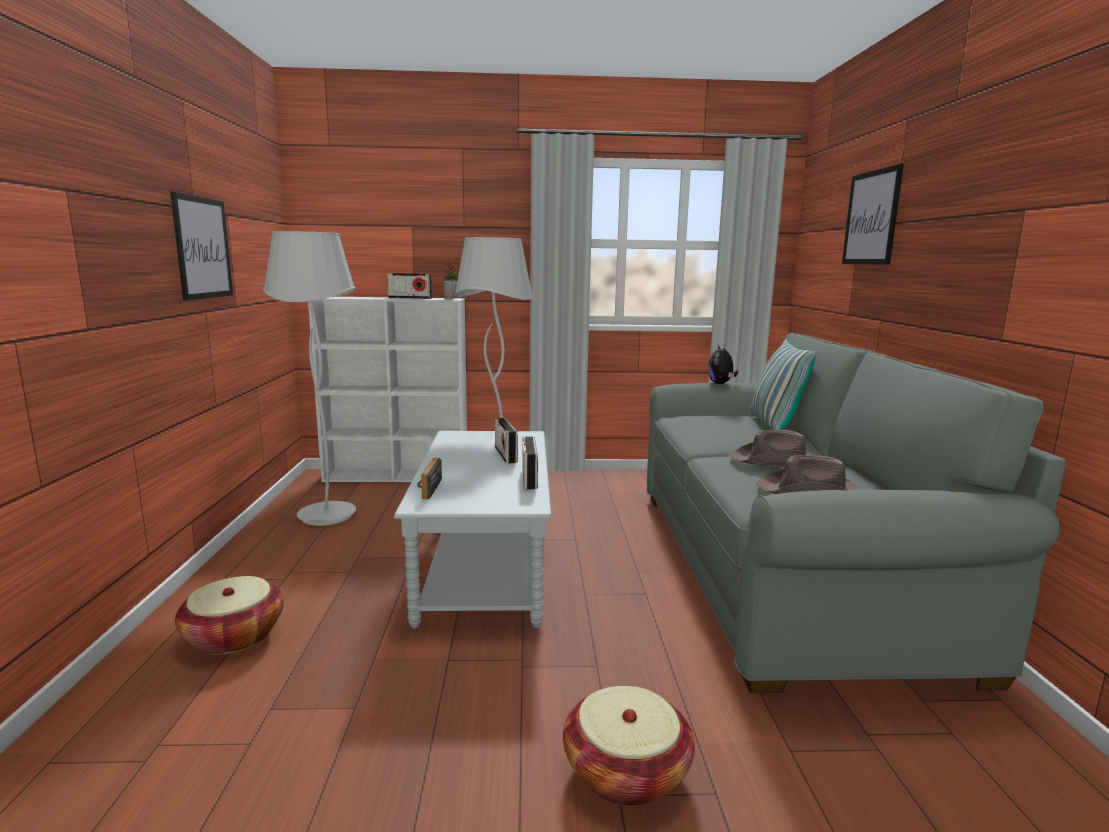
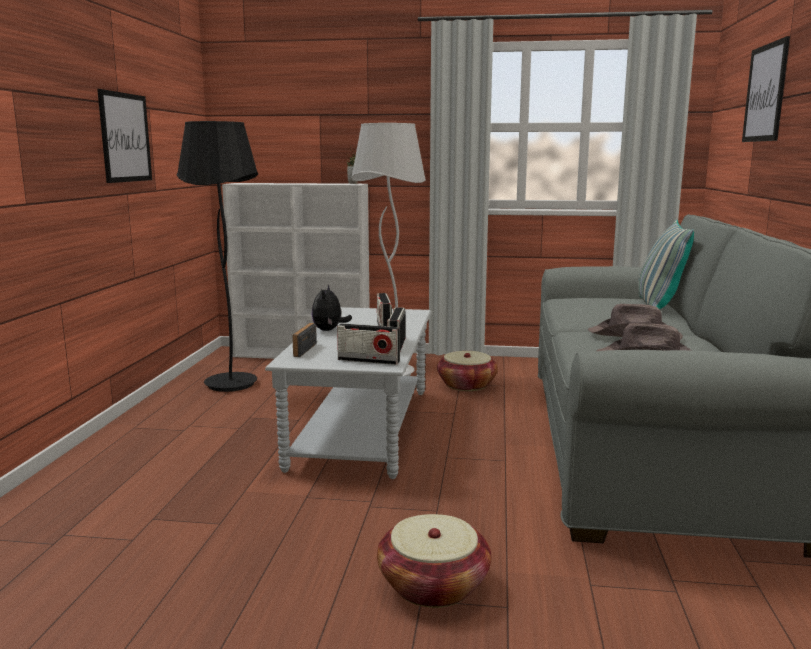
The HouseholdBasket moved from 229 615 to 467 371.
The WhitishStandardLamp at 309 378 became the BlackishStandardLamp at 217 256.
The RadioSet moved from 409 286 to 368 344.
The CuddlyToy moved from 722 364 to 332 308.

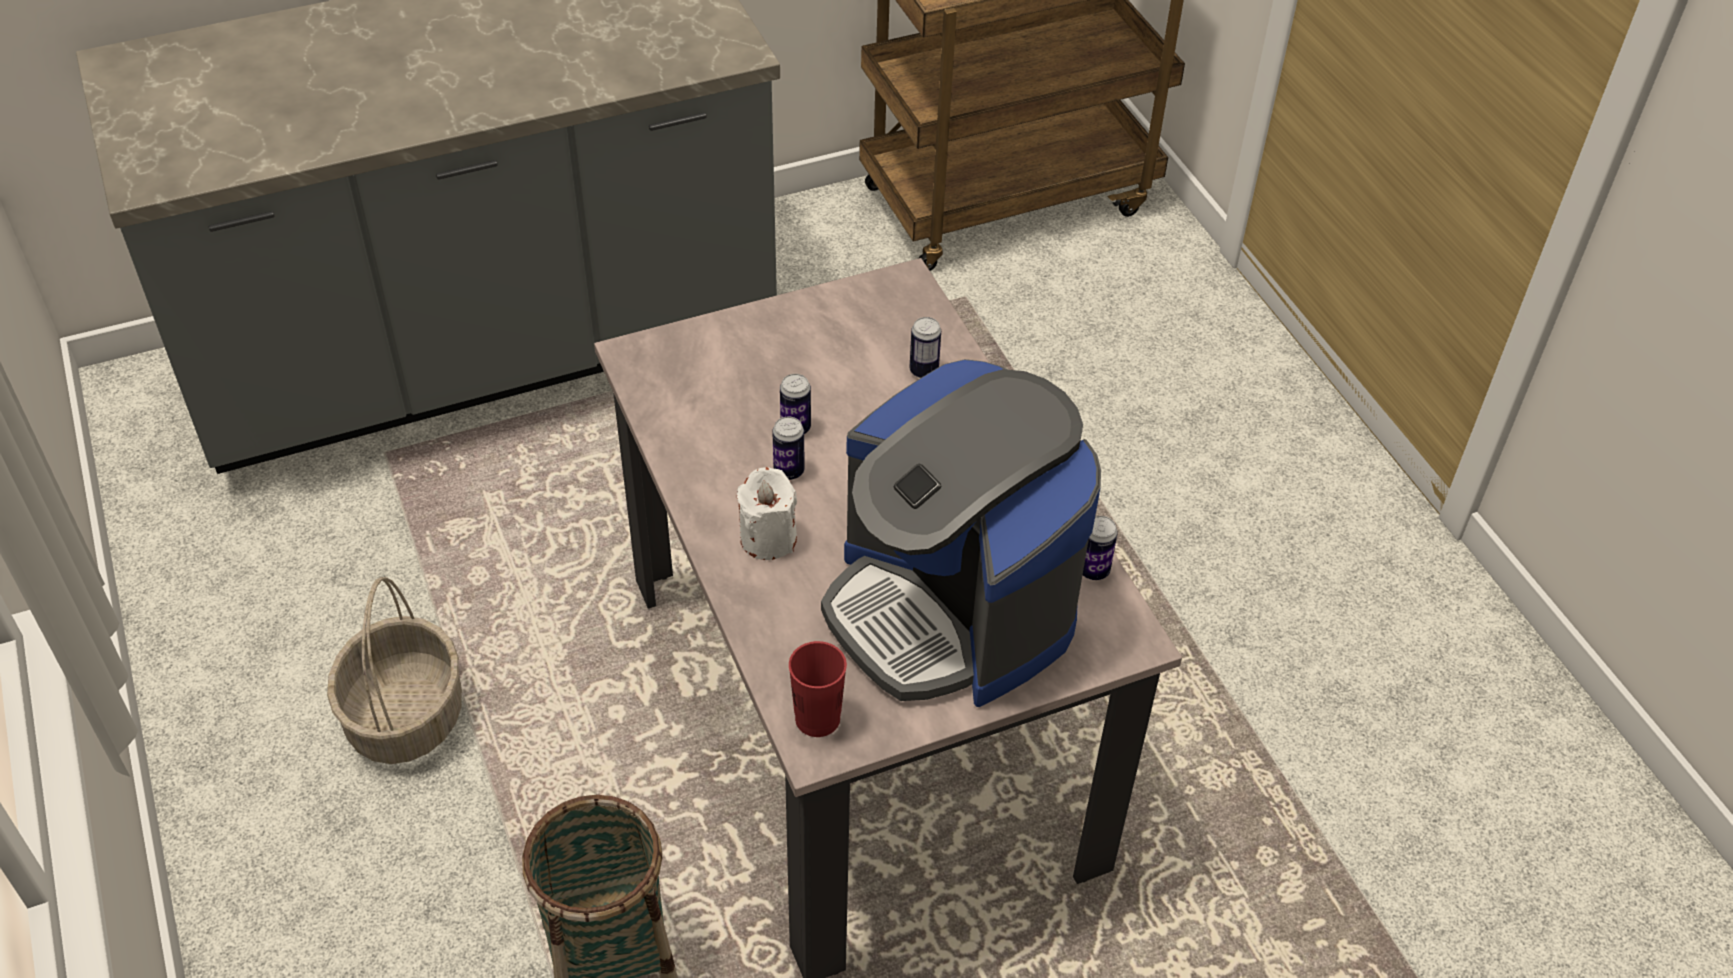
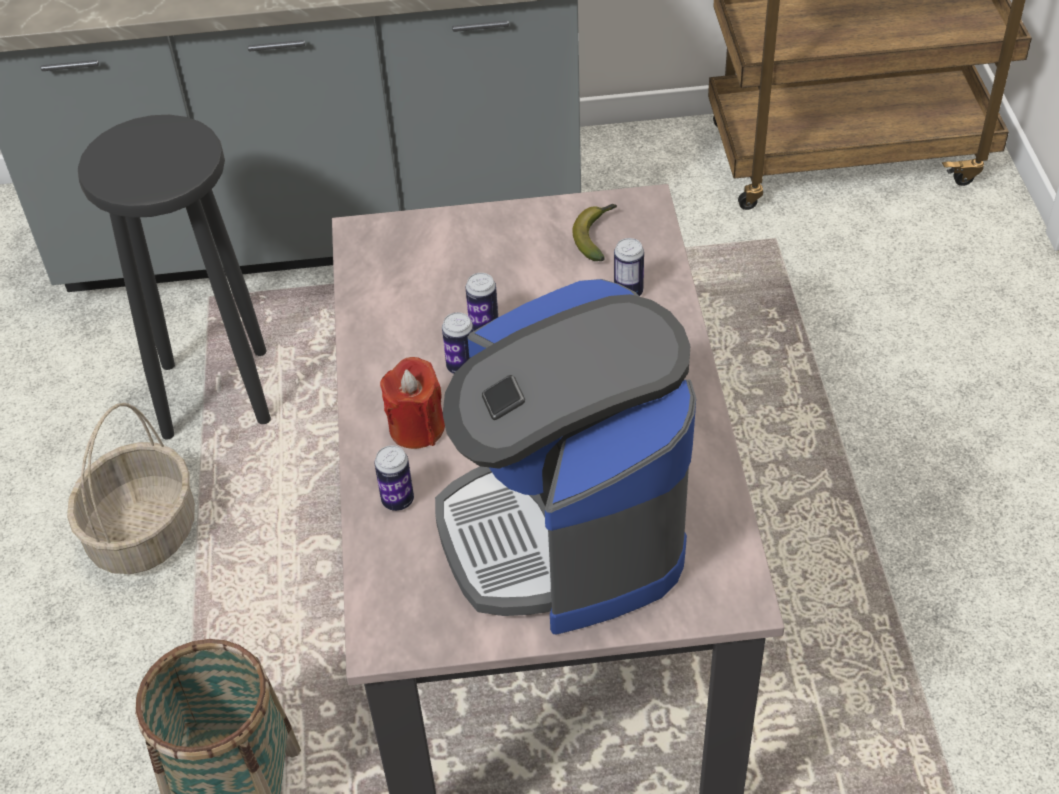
The WhitishCandle at 767 513 became the RedColouredCandle at 412 403.
The RedColouredCup at 818 689 disappeared.
The SealedCan moved from 1100 548 to 394 478.
The BlackishStool at 174 277 appeared.
The WholeBanana at 594 232 appeared.

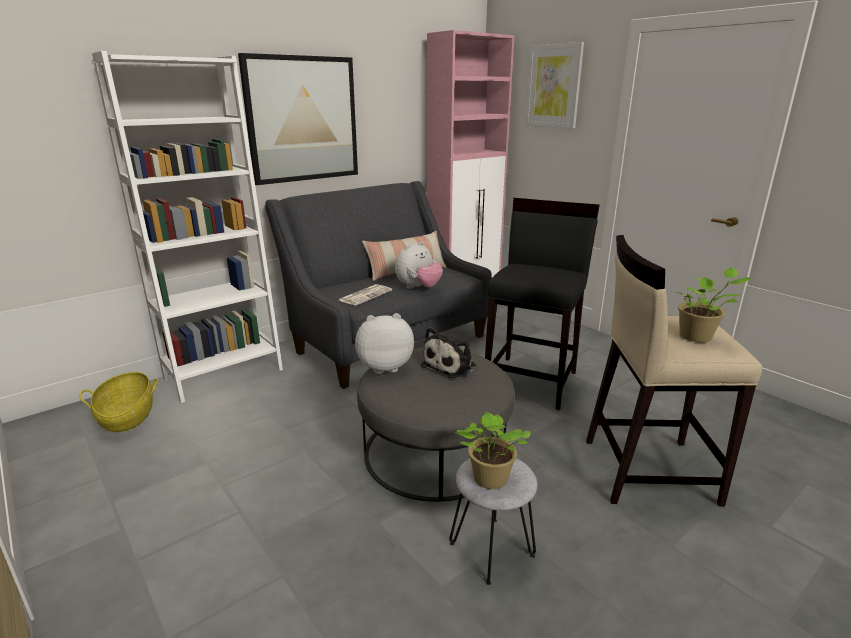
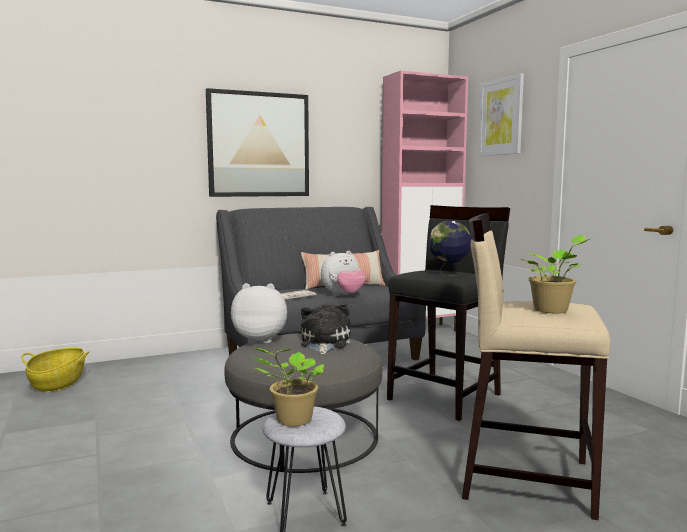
The WhitishBookshelf at 187 227 disappeared.
The CuddlyToy at 448 352 turned 135 degrees clockwise.
The WorldGlobe at 449 248 appeared.

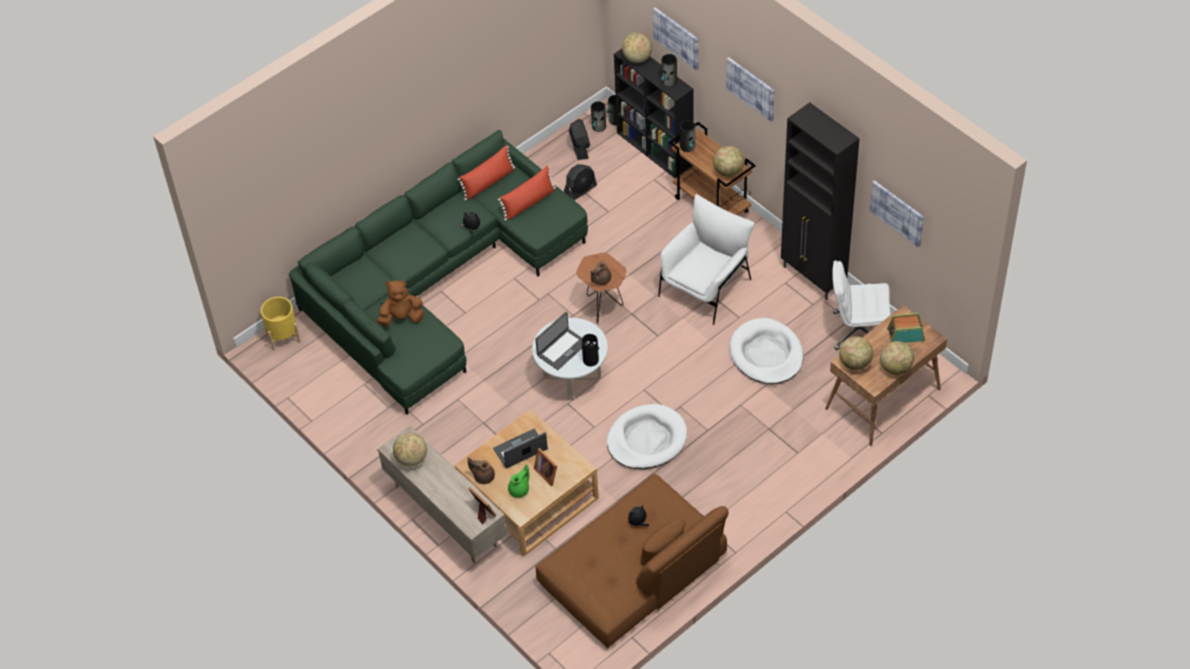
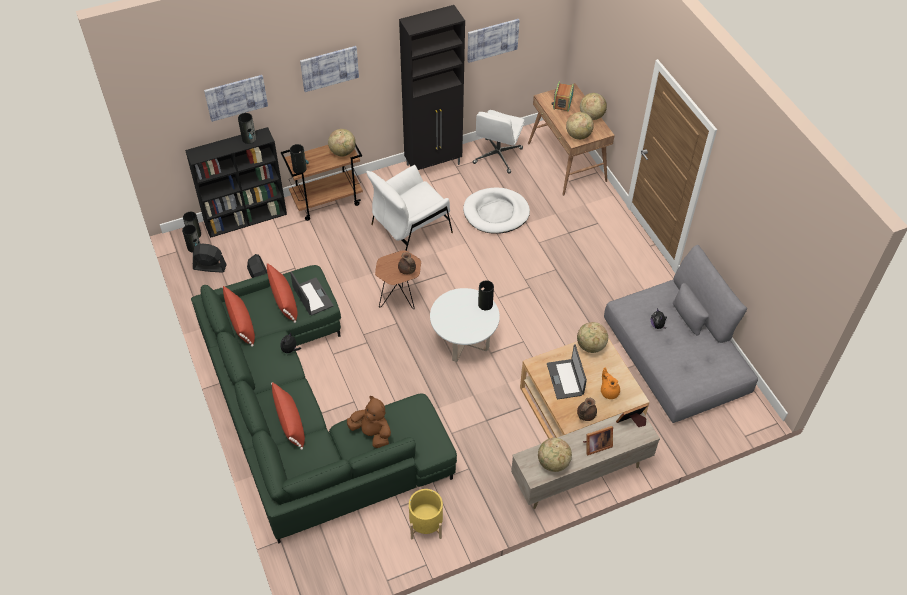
The YellowishPlantPot moved from 281 324 to 426 514.
The BrownColouredCuddlyToy at 400 303 turned 120 degrees clockwise.
The GreenPotForTea at 518 481 became the OrangeColouredPotForTea at 610 383.
The PhotoFrame moved from 545 467 to 598 440.
The PortableComputer moved from 561 341 to 312 293.
The BrownColouredSettee at 632 561 became the GraySettee at 681 334.
The WhitishDogBed at 647 436 disappeared.
The WorldGlobe moved from 637 47 to 592 337.
The WhitishEasyChair at 706 259 turned 90 degrees counterclockwise.
The RedColouredCushion at 288 416 appeared.

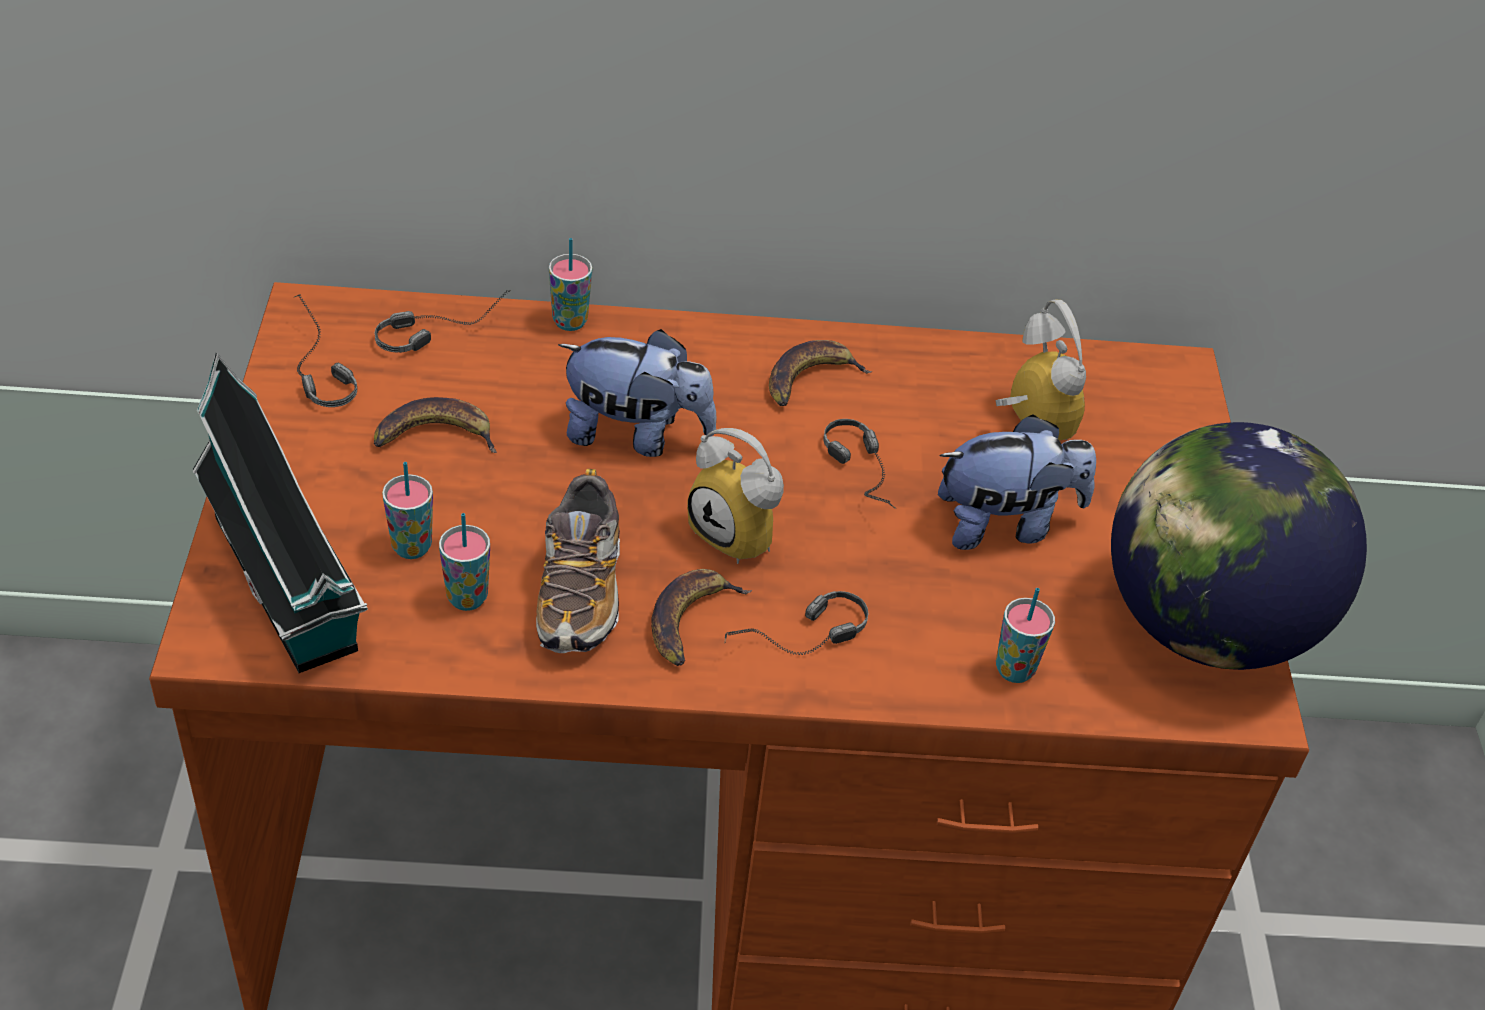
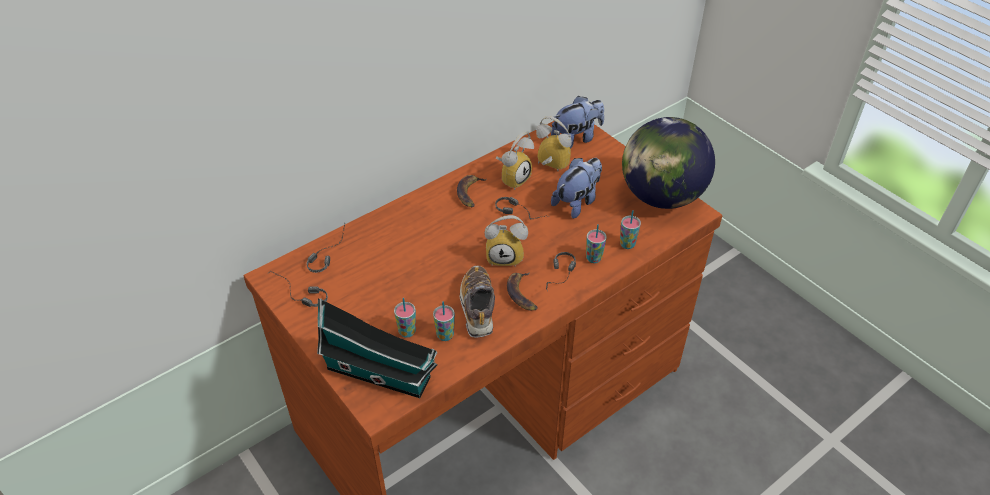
The WholeBanana at 435 425 disappeared.
The LowShoe at 578 561 turned 150 degrees counterclockwise.
The Cup moved from 570 284 to 596 243.
The CuddlyToy moved from 637 393 to 577 122.
The TableClock at 515 161 appeared.

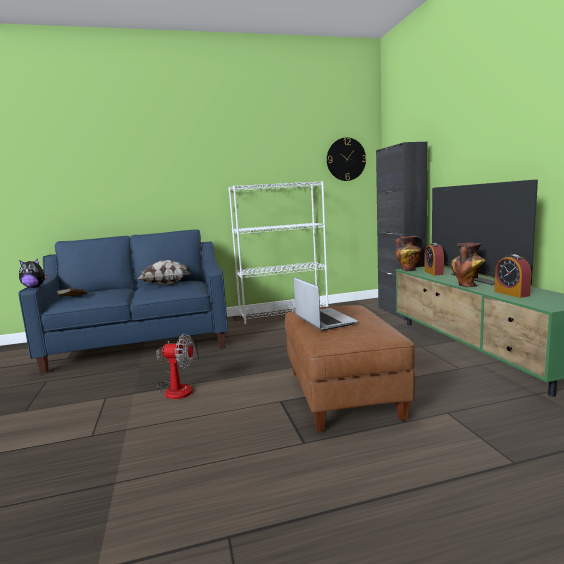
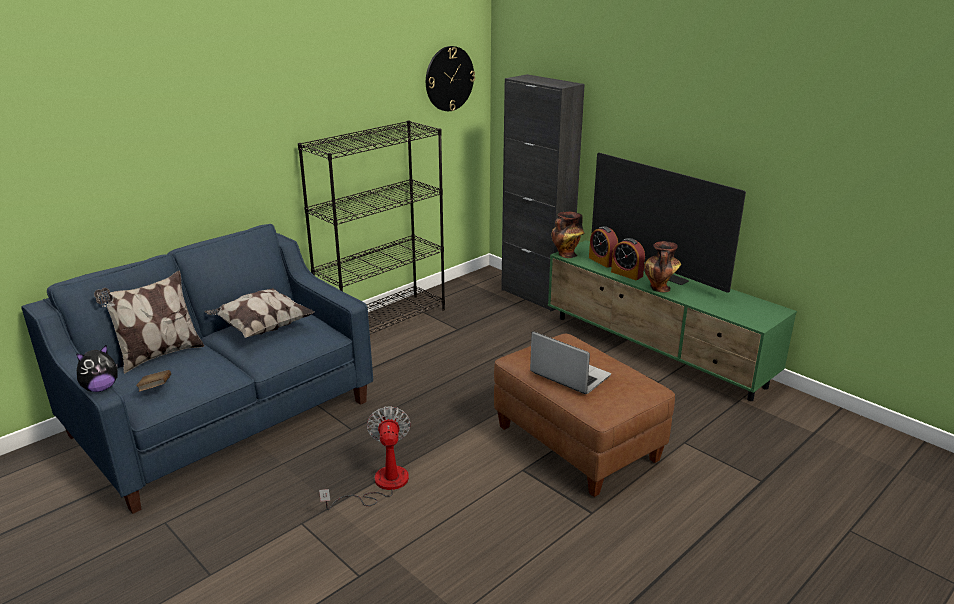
The Fan at 175 366 turned 75 degrees counterclockwise.
The WhitishBookshelf at 278 252 became the BlackishBookshelf at 371 227.
The TableClock moved from 512 276 to 628 259.
The Cushion at 149 322 appeared.

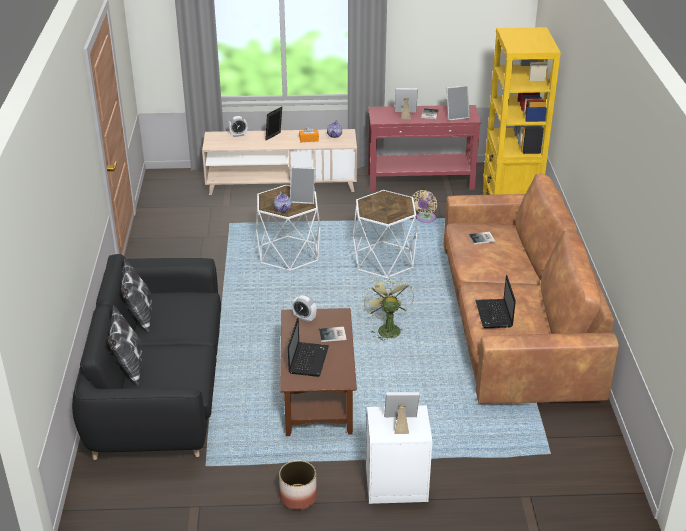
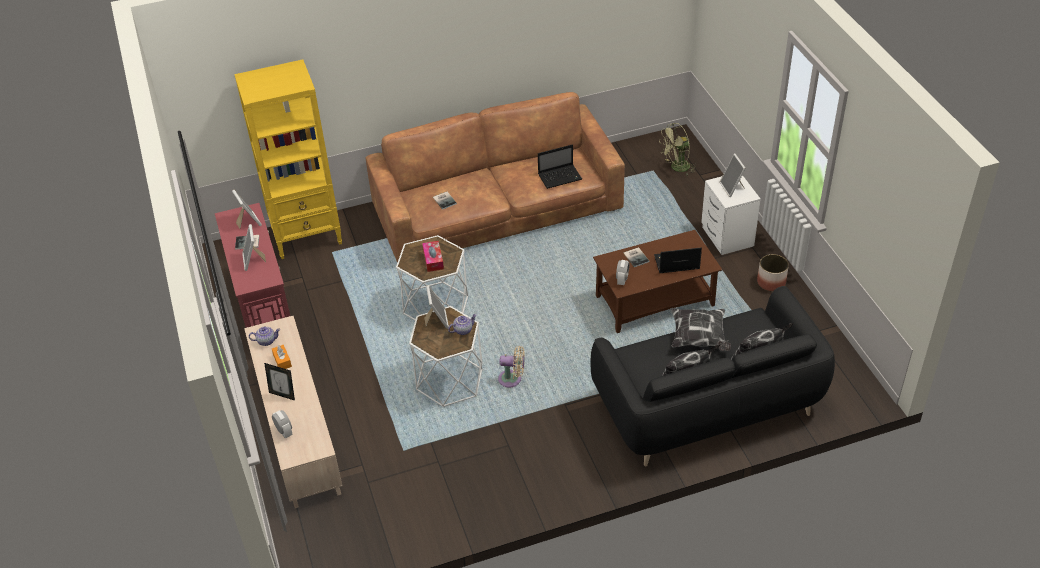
The GreenFan moved from 389 308 to 678 149.
The SandColouredFan moved from 424 206 to 511 366.
The TissueBox at 433 256 appeared.
The Cushion at 701 329 appeared.

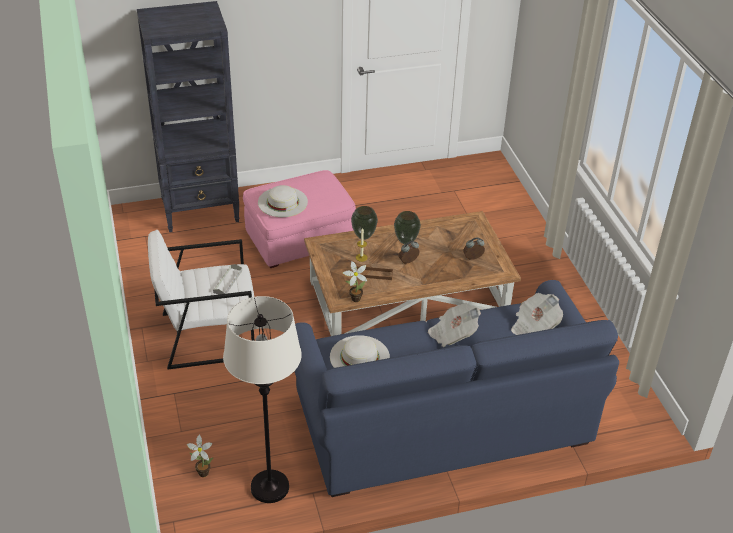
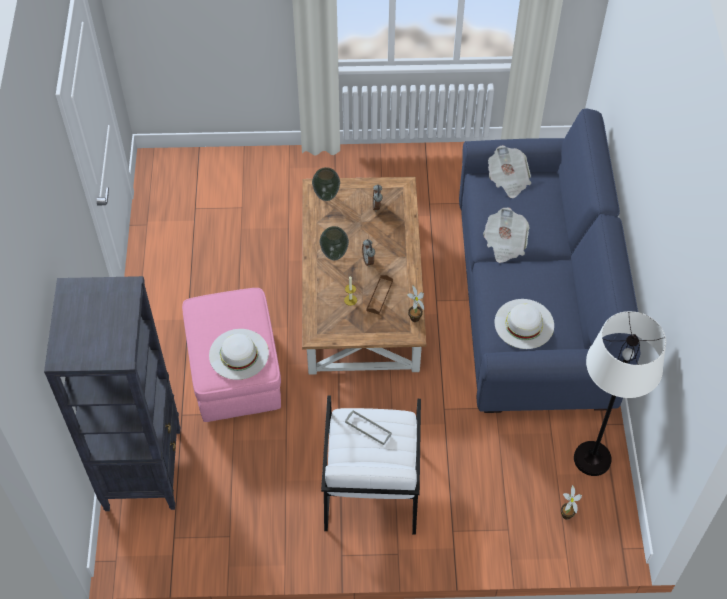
The DecorativeVase moved from 364 223 to 326 184.

